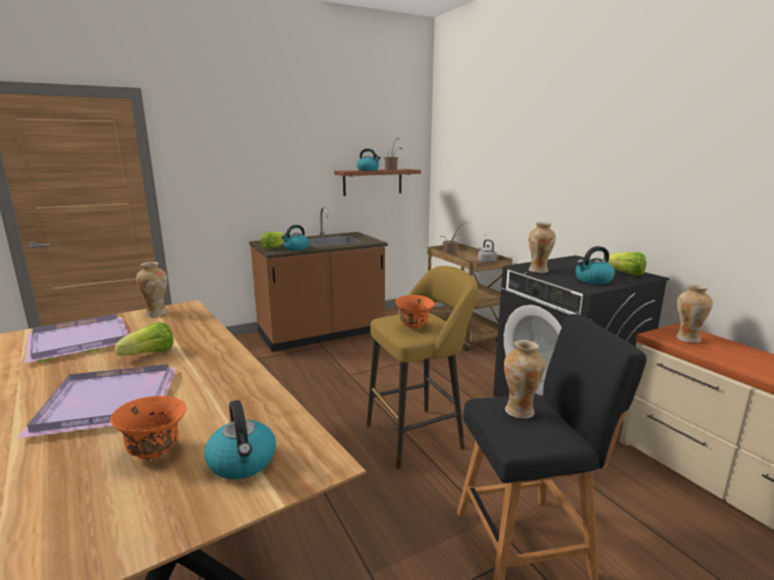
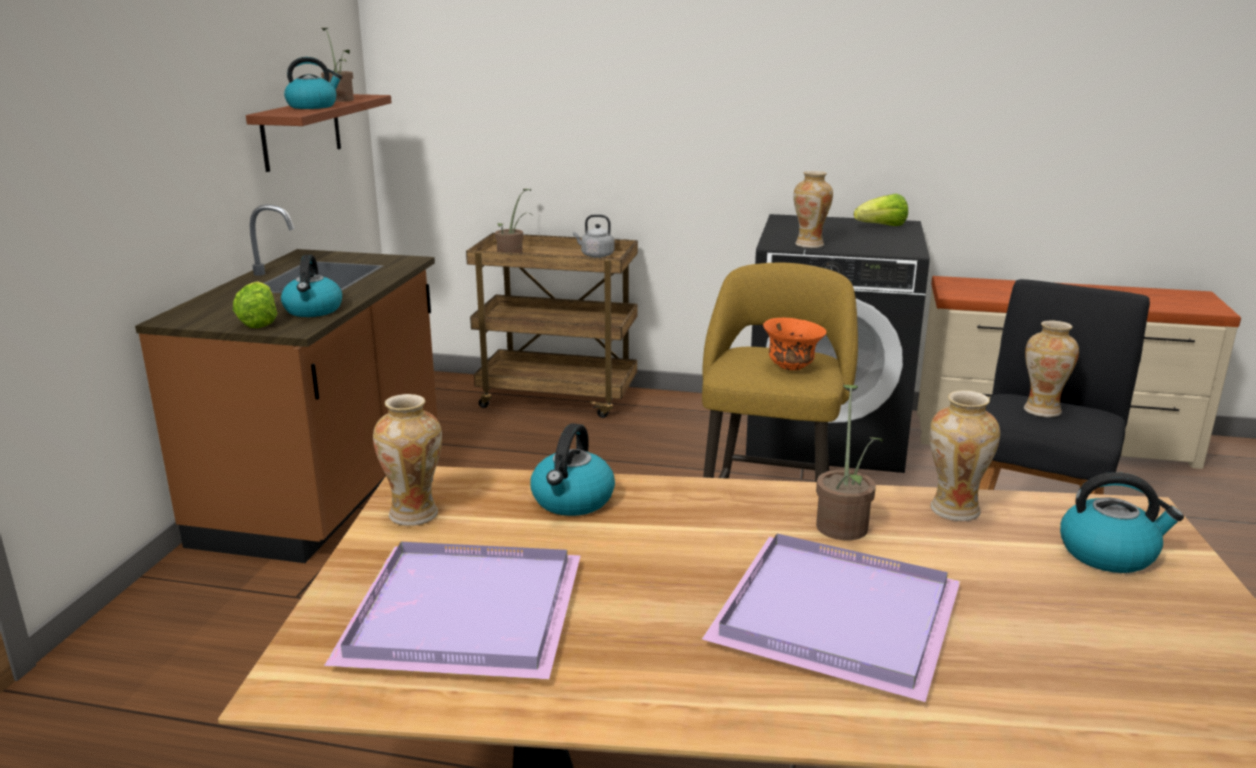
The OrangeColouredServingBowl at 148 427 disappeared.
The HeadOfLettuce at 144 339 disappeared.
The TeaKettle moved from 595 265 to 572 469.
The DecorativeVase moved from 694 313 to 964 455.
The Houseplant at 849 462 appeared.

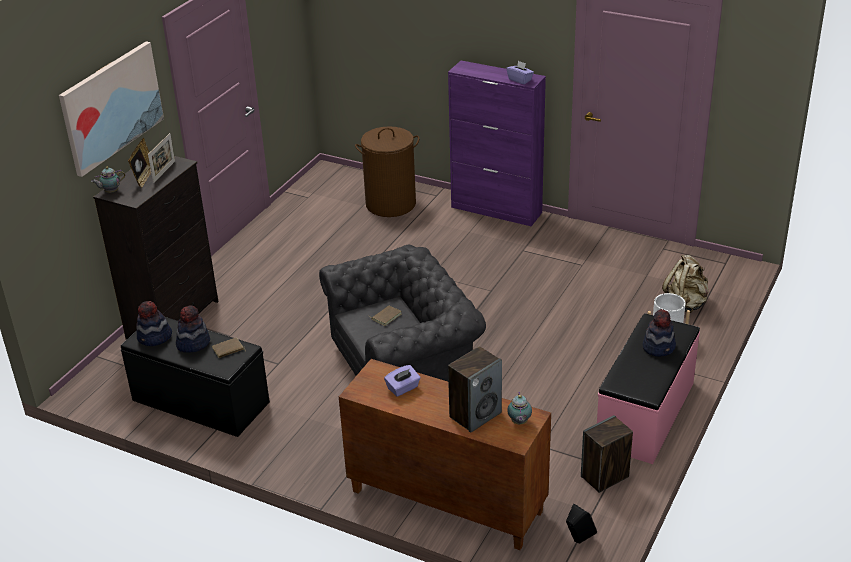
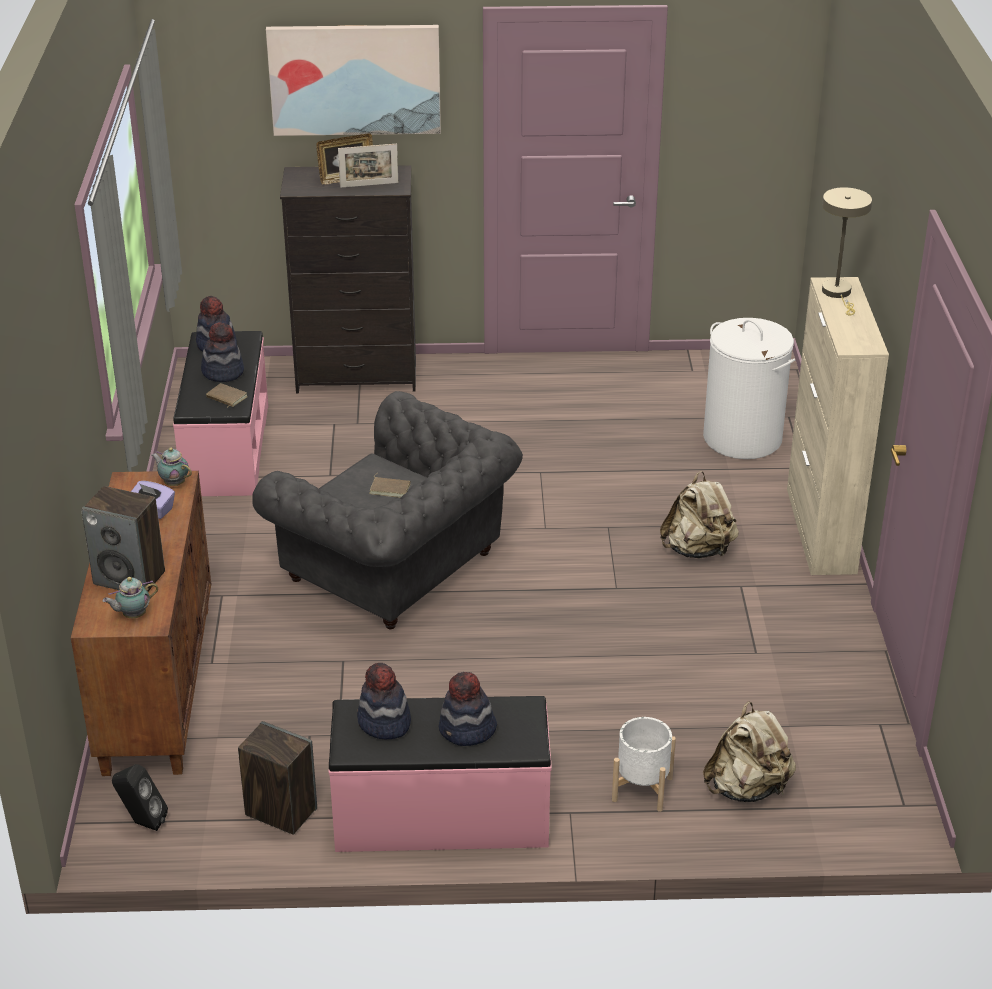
The PotForTea moved from 108 180 to 172 466.
The BlackishLongSeat at 195 377 became the PinkLongSeat at 220 413.
The BrownColouredWashingBasket at 387 171 became the WhitishWashingBasket at 749 388.
The PurpleCabinet at 497 143 became the SandColouredCabinet at 838 426.
The PurpleTissueBox at 520 72 disappeared.
The Hat at 384 701 appeared.
The SandColouredKnapsack at 699 514 appeared.
The SandColouredLampForATable at 847 251 appeared.

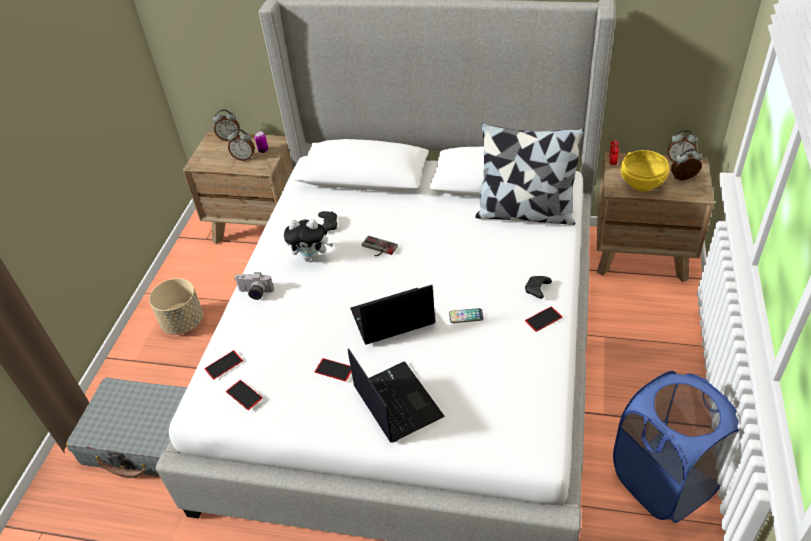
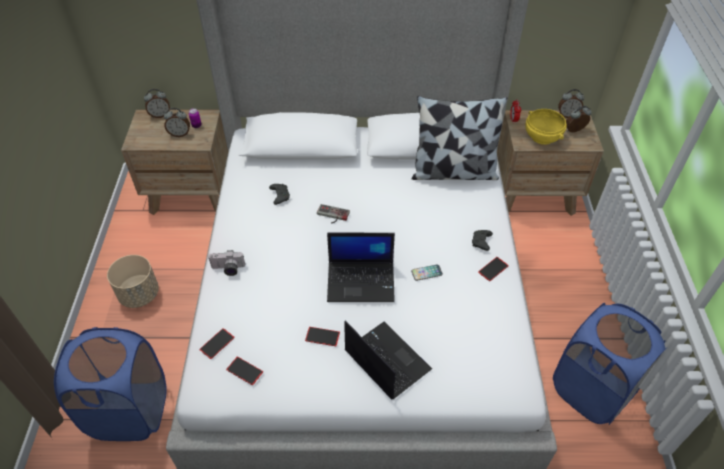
The GrayPieceOfLuggage at 126 427 was replaced by the BluishWashingBasket at 110 384.
The CuddlyToy at 308 240 disappeared.
The PortableComputer at 392 314 turned 150 degrees counterclockwise.

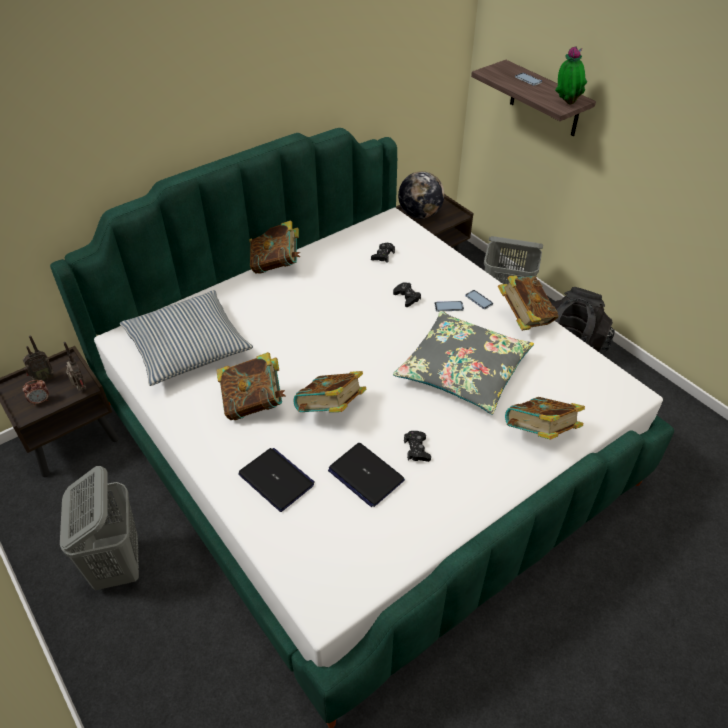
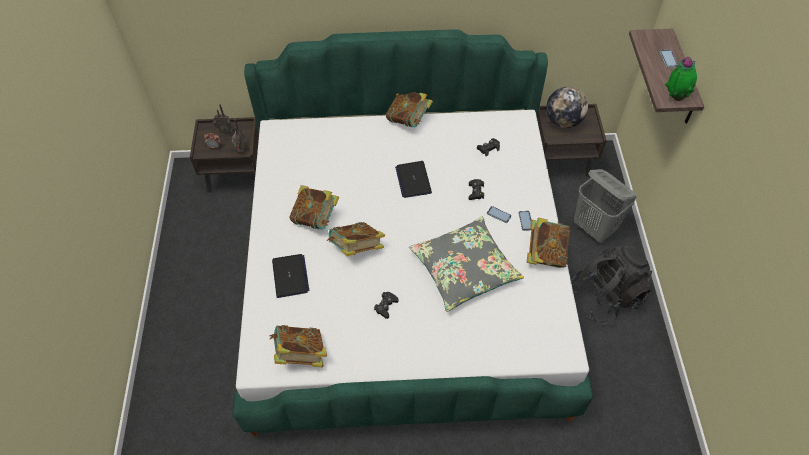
The GrayWashingBasket at 99 528 disappeared.
The Cushion at 186 338 disappeared.
The PortableComputer moved from 366 475 to 413 179.
The Volume moved from 545 418 to 298 346.

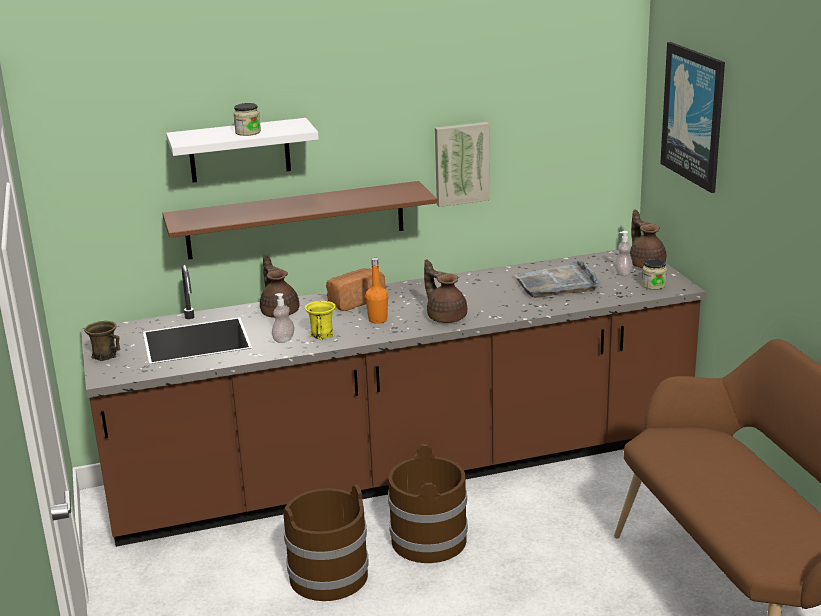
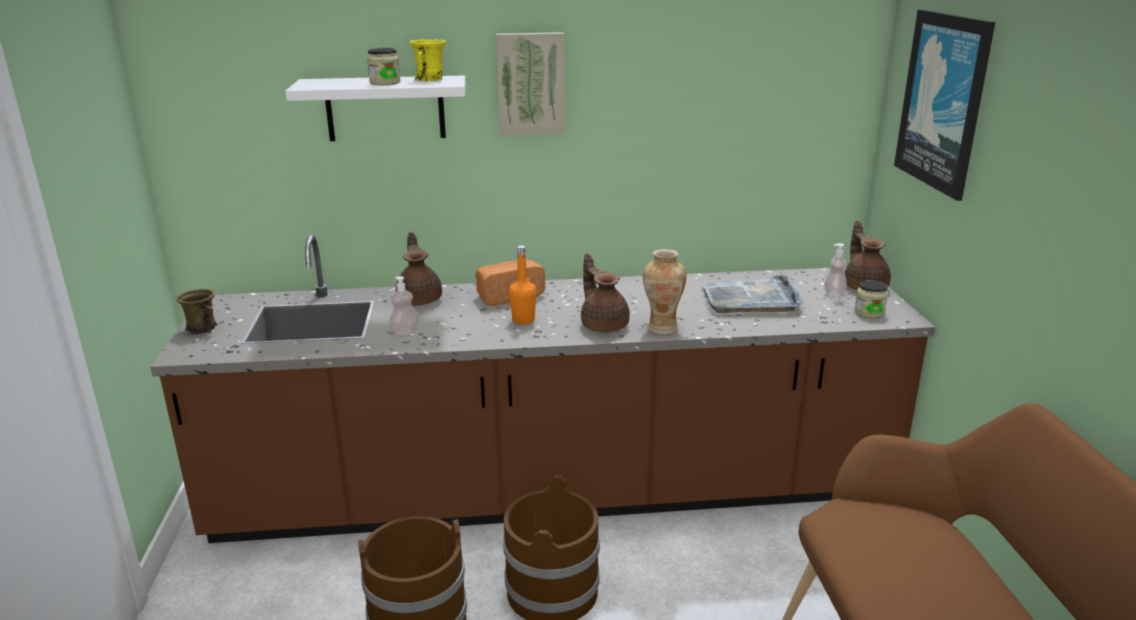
The BrownColouredWallShelf at 299 220 disappeared.
The YellowishMug moved from 320 320 to 427 60.
The WallPicture moved from 462 164 to 530 84.
The DecorativeVase at 664 291 appeared.

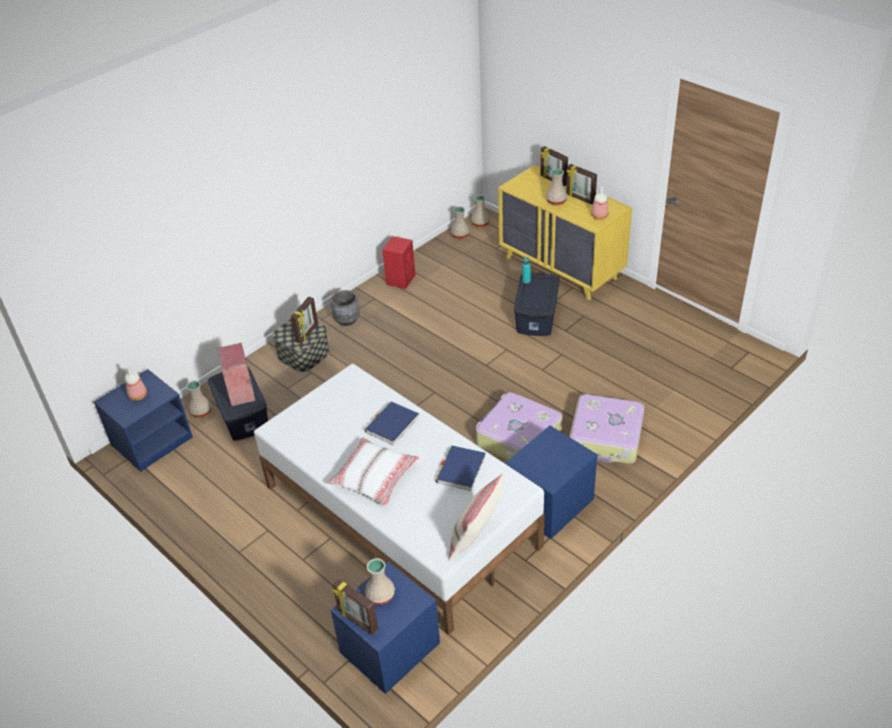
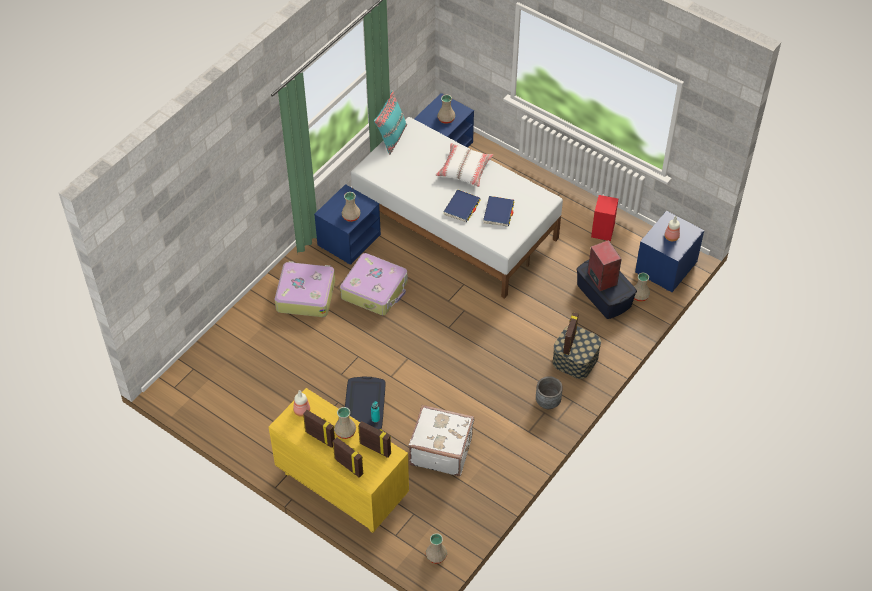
The PhotoFrame moved from 355 607 to 374 439.
The RedColouredLoudspeaker moved from 398 262 to 604 218.
The BluishVolume moved from 461 468 to 499 211.
The SandColouredCushion at 476 517 became the TurquoiseCushion at 390 122.
The SandColouredDecorativeVase moved from 460 223 to 351 207.
The WhitishPieceOfLuggage at 441 440 appeared.

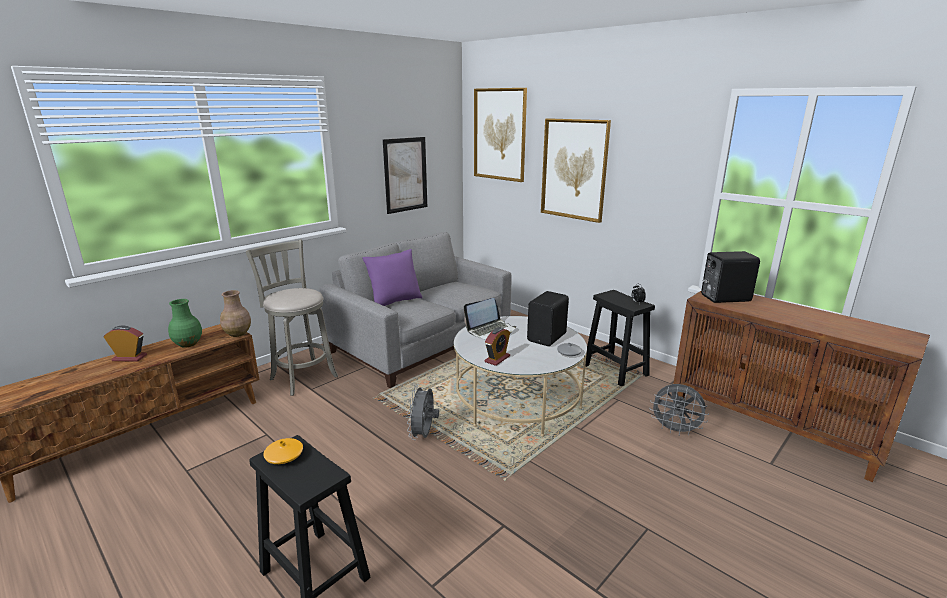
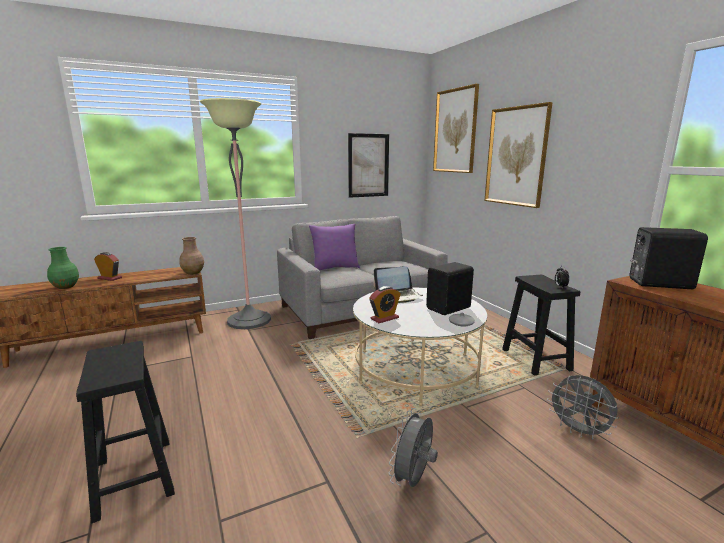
The GreenDecorativeVase moved from 185 323 to 63 268.
The GrayStool at 292 318 was replaced by the StandardLamp at 235 213.
The OrangeColouredDecorativeVase at 283 451 disappeared.
The GrayFan moved from 423 412 to 413 447.

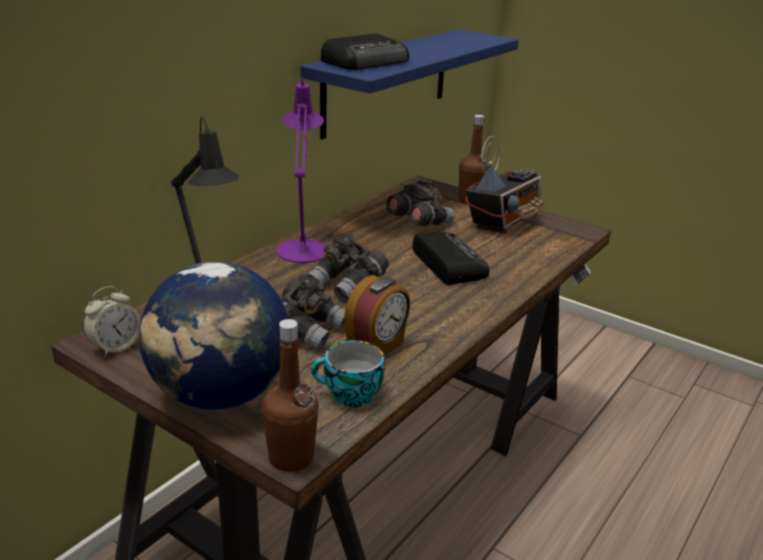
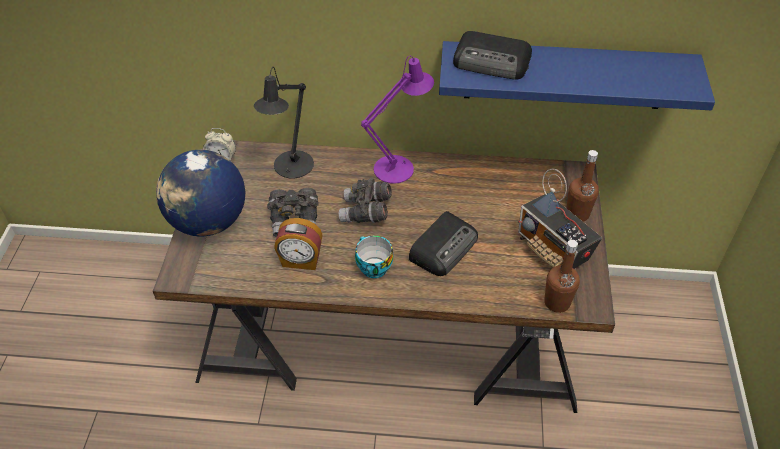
The BrownColouredBeverageBottle moved from 290 395 to 562 276.
The Cup moved from 348 373 to 374 257.
The GrayBinoculars at 420 203 disappeared.
The RadioSet at 505 185 turned 45 degrees clockwise.

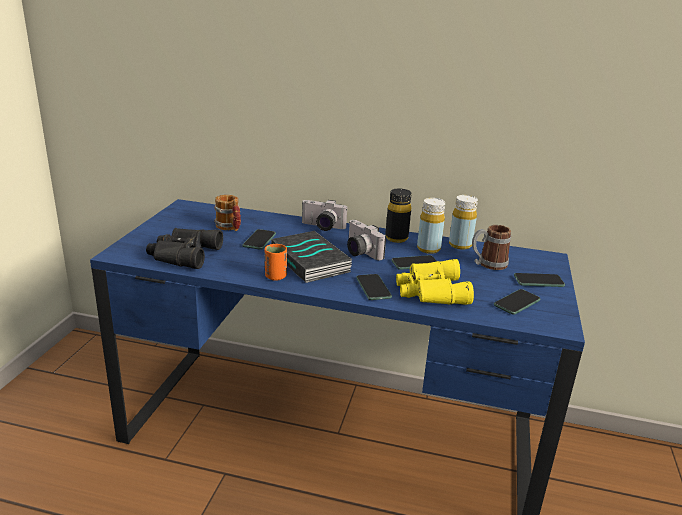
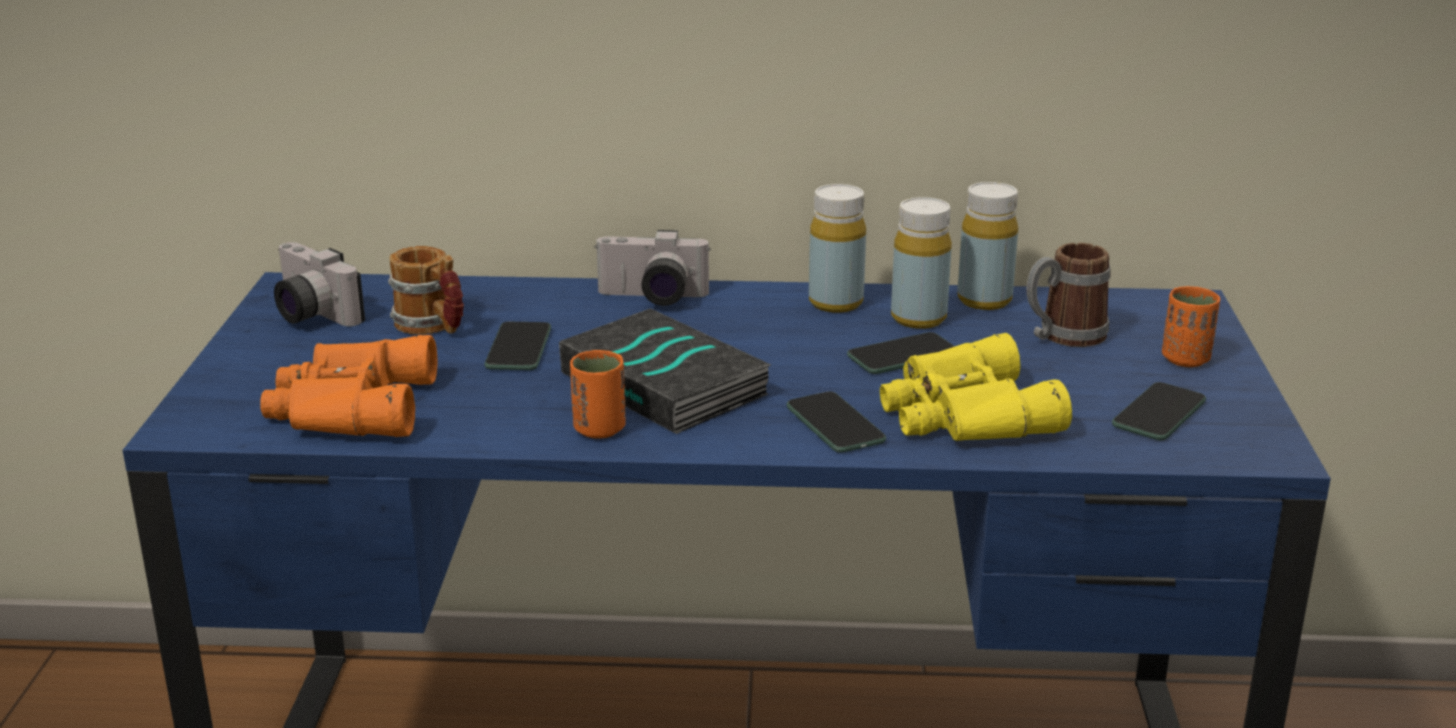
The BlackishBinoculars at 184 248 became the OrangeColouredBinoculars at 348 386.
The StillCamera moved from 366 240 to 319 284.
The BlackishBeverageBottle at 398 216 became the YellowishBeverageBottle at 837 248.
The Phone at 539 280 was replaced by the OrangeColouredCup at 1191 326.

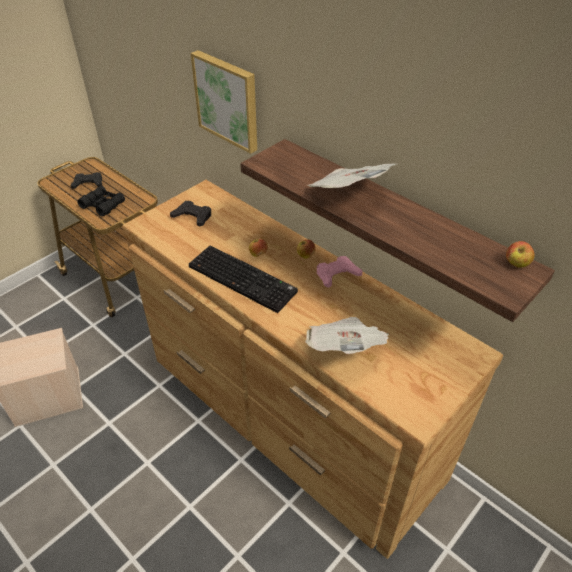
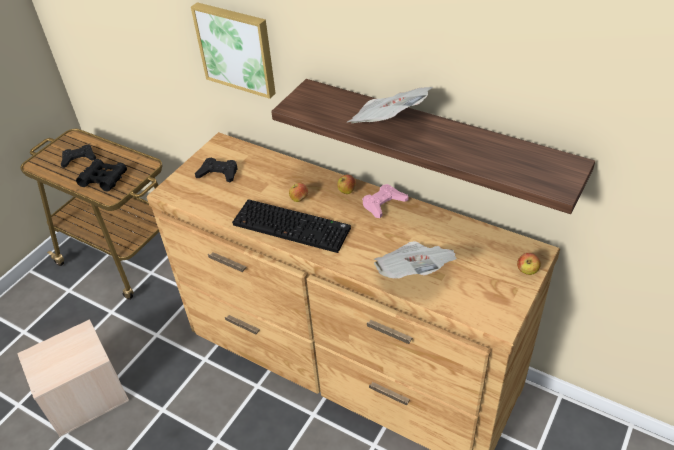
The WholeApple moved from 520 254 to 529 264.

